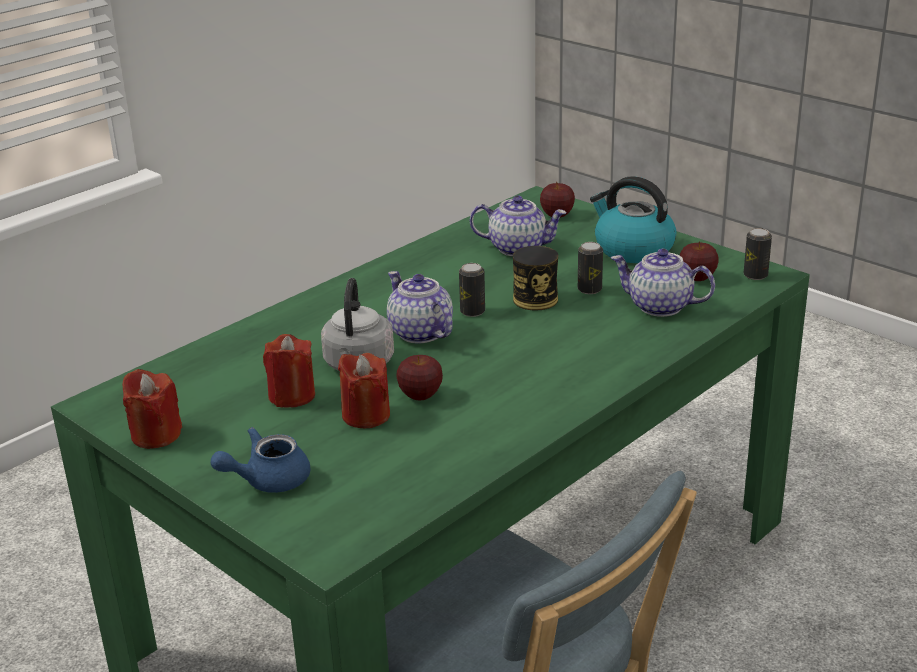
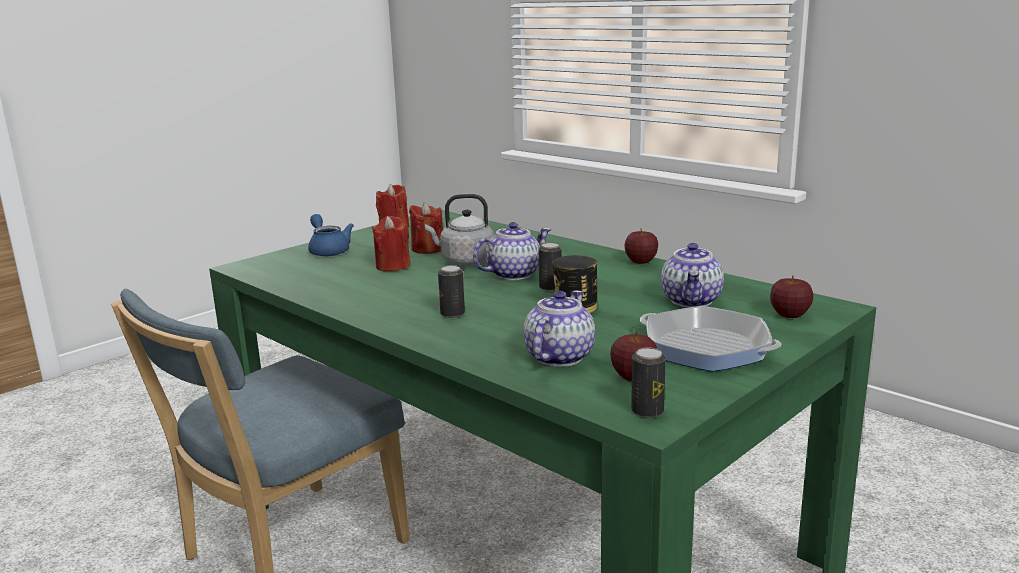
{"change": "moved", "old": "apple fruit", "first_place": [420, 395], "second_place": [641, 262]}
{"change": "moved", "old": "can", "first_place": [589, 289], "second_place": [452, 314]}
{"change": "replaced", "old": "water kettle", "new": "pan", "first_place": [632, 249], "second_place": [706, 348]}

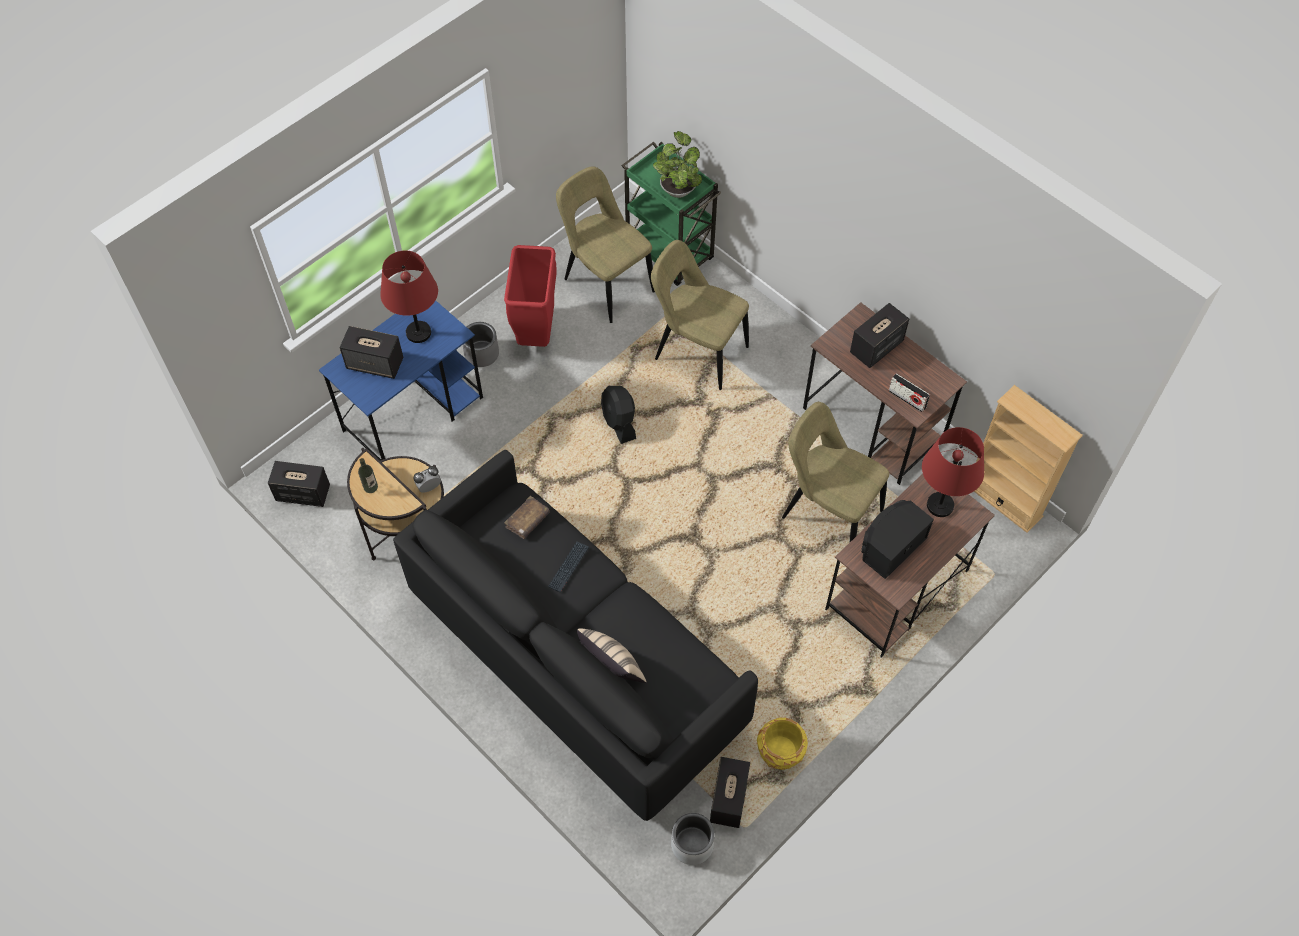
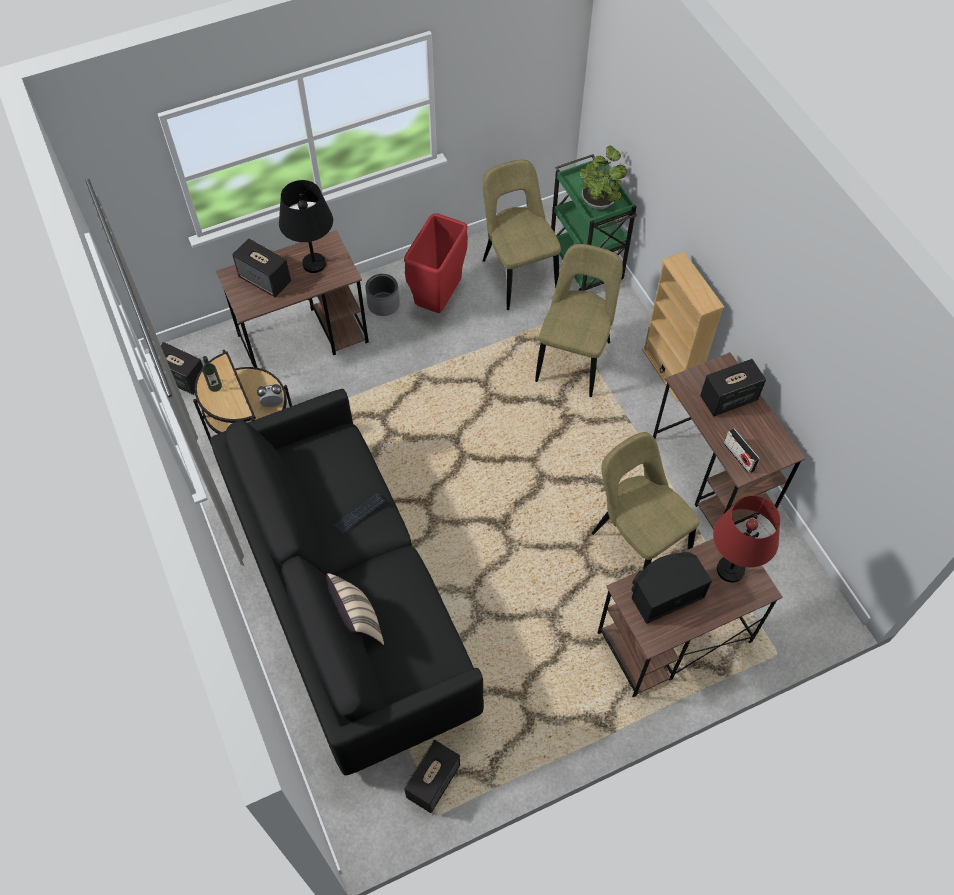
{"change": "recoloured", "old": "desk table (blue-coloured)", "new": "desk table (brown-coloured)", "first_place": [414, 413], "second_place": [304, 338]}
{"change": "recoloured", "old": "lamp for a table (red-coloured)", "new": "lamp for a table (black-coloured)", "first_place": [418, 333], "second_place": [314, 264]}
{"change": "removed", "old": "volume (brown-coloured)", "first_place": [527, 521]}
{"change": "removed", "old": "fan (black-coloured)", "first_place": [619, 422]}
{"change": "turned", "old": "plain chair (sand-coloured)", "first_place": [697, 351], "second_place": [575, 358], "degrees": 60}
{"change": "removed", "old": "flower pot (gray)", "first_place": [692, 844]}
{"change": "removed", "old": "flower pot (yellowish)", "first_place": [780, 752]}
{"change": "moved", "old": "shelving unit (sand-coloured)", "first_place": [1004, 500], "second_place": [669, 371]}

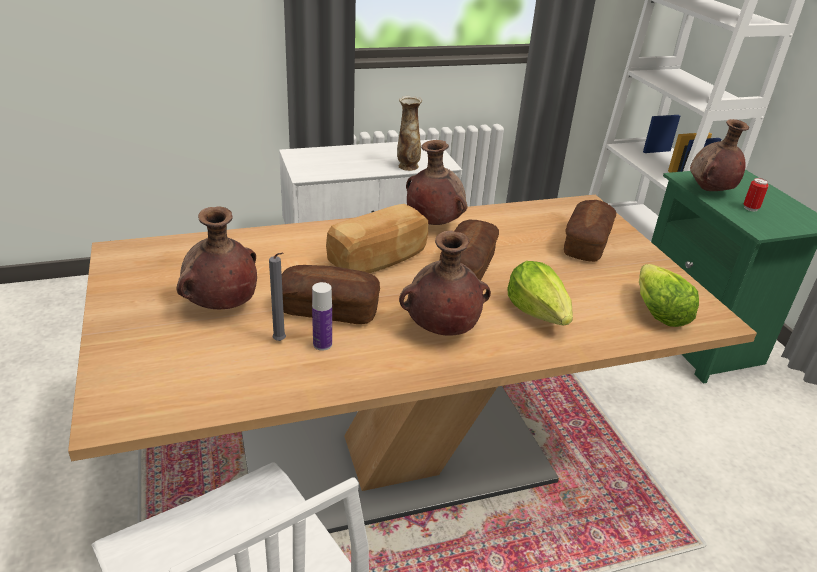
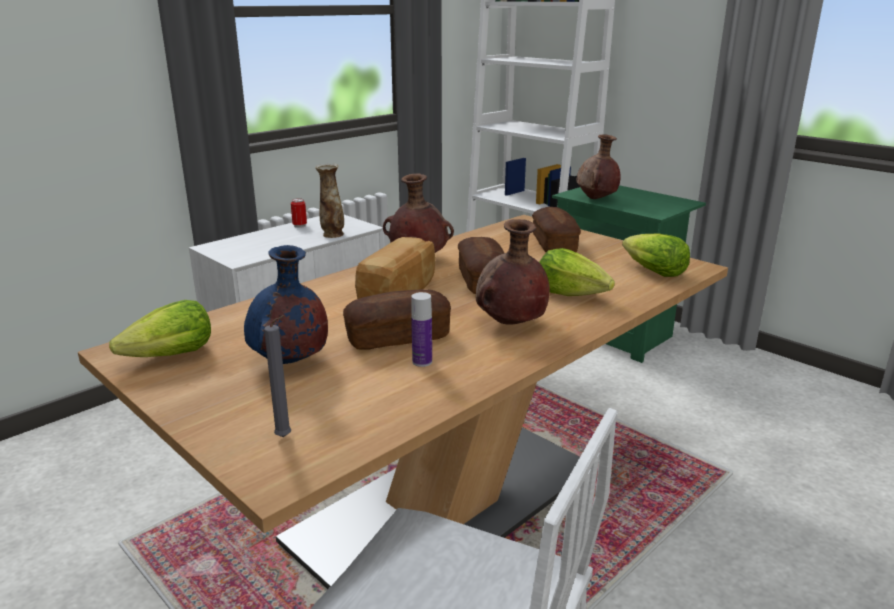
{"change": "recoloured", "old": "vase (brown-coloured)", "new": "vase (blue-coloured)", "first_place": [221, 306], "second_place": [289, 362]}
{"change": "moved", "old": "candle (gray)", "first_place": [281, 342], "second_place": [286, 437]}
{"change": "moved", "old": "can", "first_place": [750, 208], "second_place": [299, 226]}
{"change": "added", "new": "lettuce head", "second_place": [171, 356]}

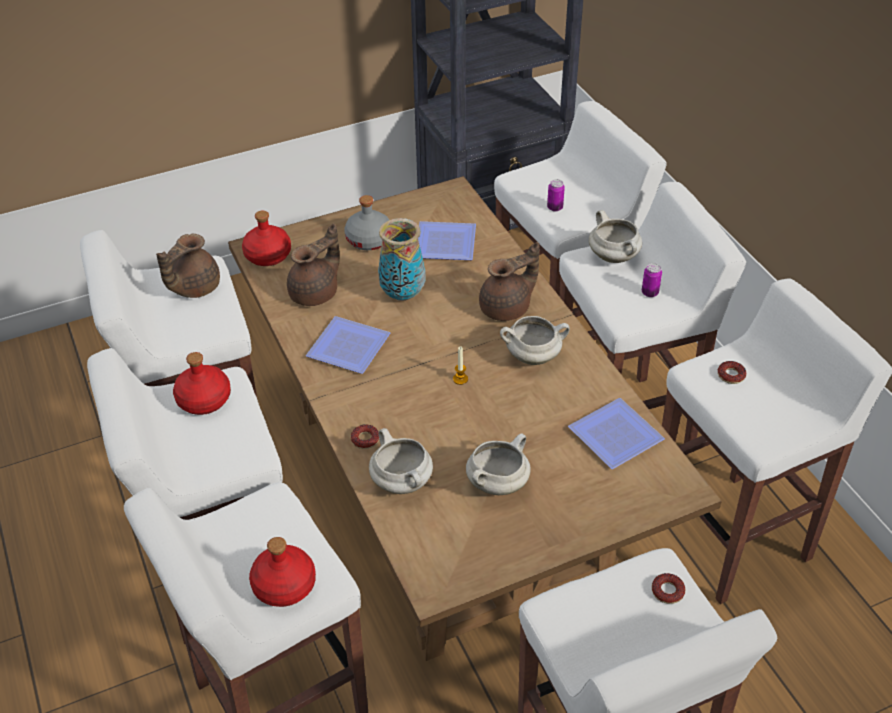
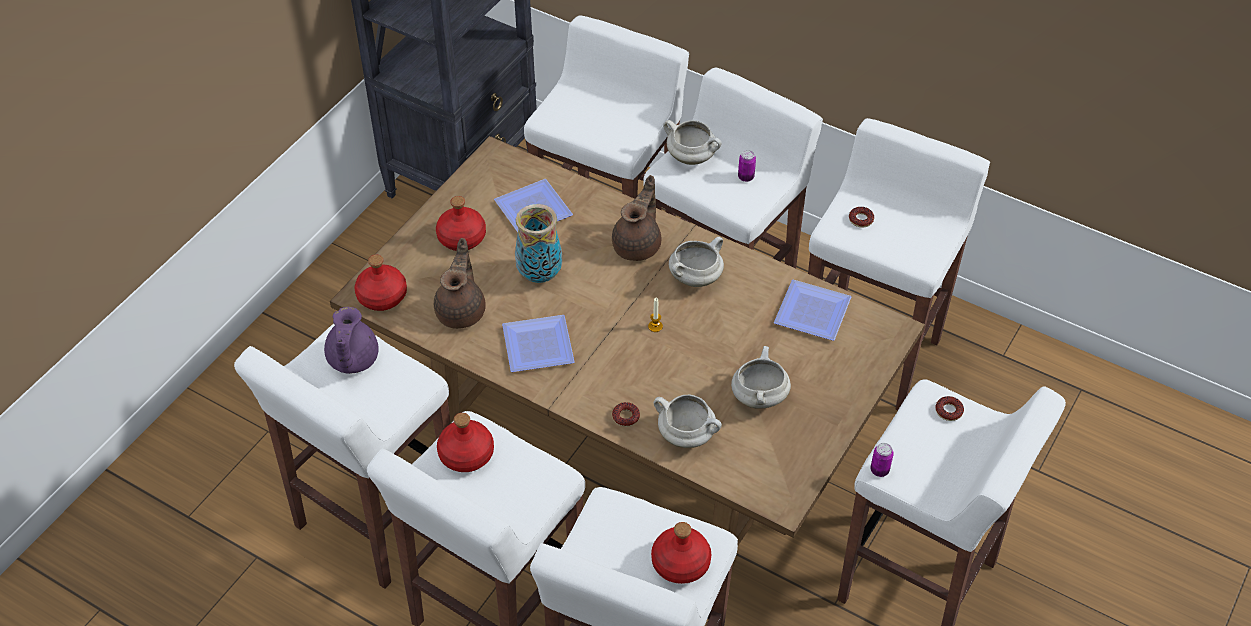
{"change": "recoloured", "old": "tea pot (brown-coloured)", "new": "tea pot (purplish)", "first_place": [193, 287], "second_place": [352, 360]}
{"change": "recoloured", "old": "bottle (gray)", "new": "bottle (red-coloured)", "first_place": [369, 239], "second_place": [462, 237]}
{"change": "moved", "old": "can", "first_place": [555, 208], "second_place": [879, 470]}

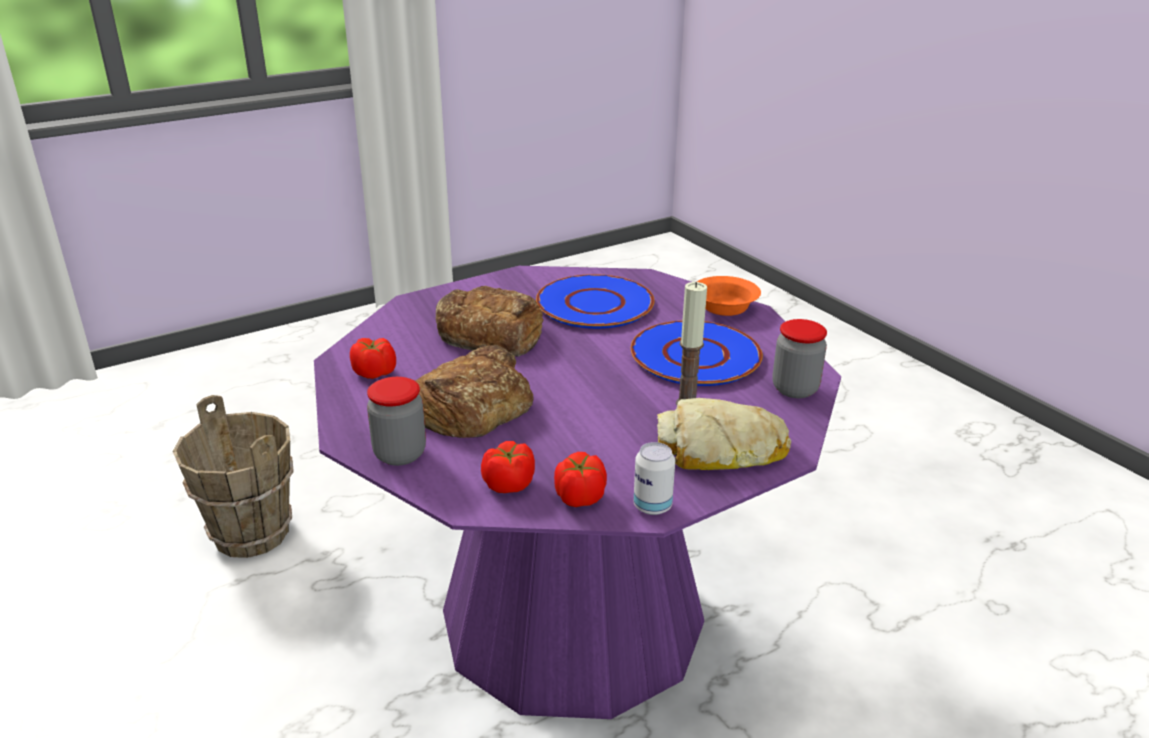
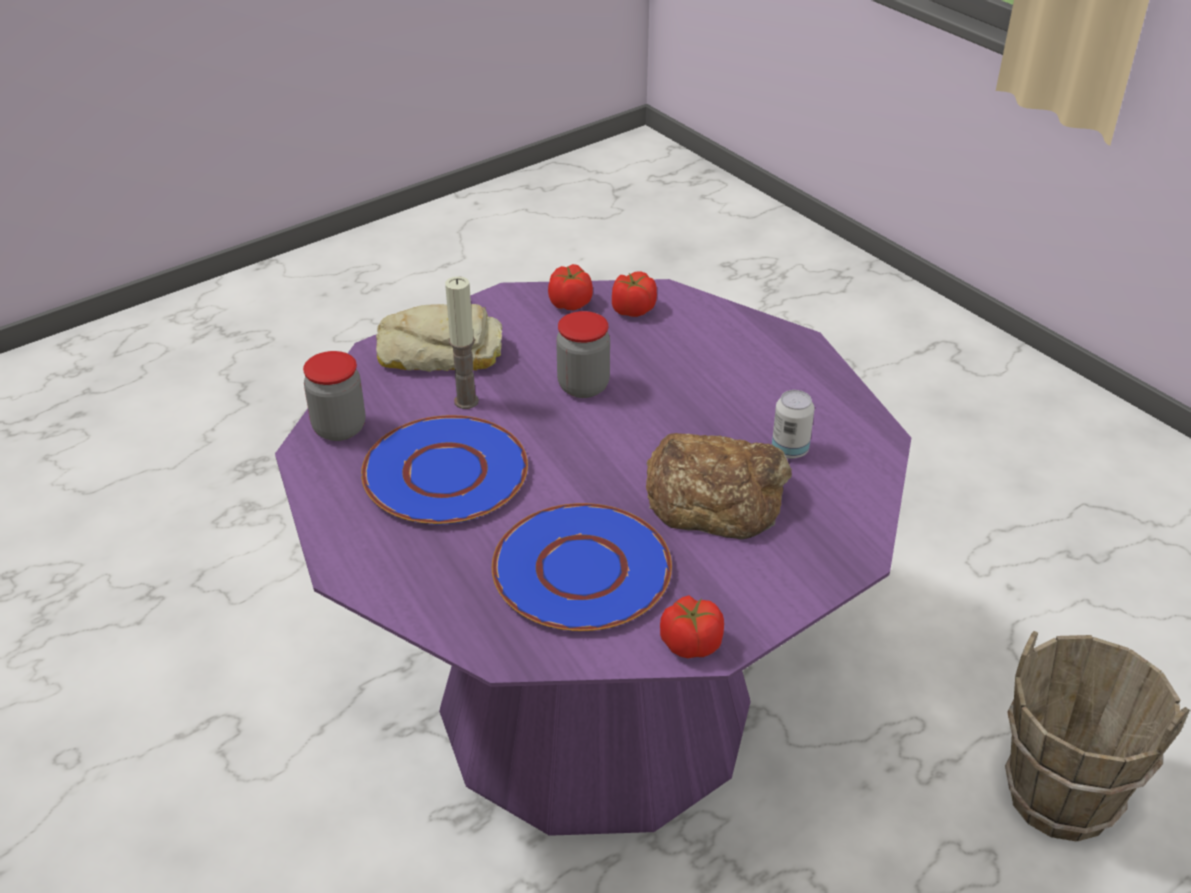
{"change": "moved", "old": "whole tomato", "first_place": [375, 373], "second_place": [690, 644]}
{"change": "moved", "old": "preserve jar", "first_place": [400, 454], "second_place": [583, 386]}
{"change": "removed", "old": "baked bread", "first_place": [471, 405]}
{"change": "moved", "old": "can", "first_place": [652, 506], "second_place": [790, 450]}
{"change": "removed", "old": "bowl (orange)", "first_place": [725, 308]}

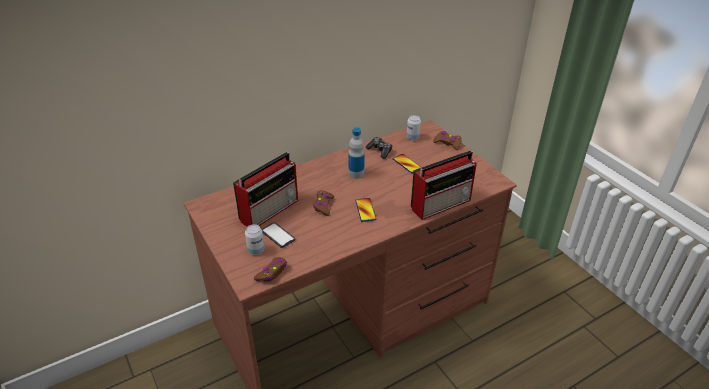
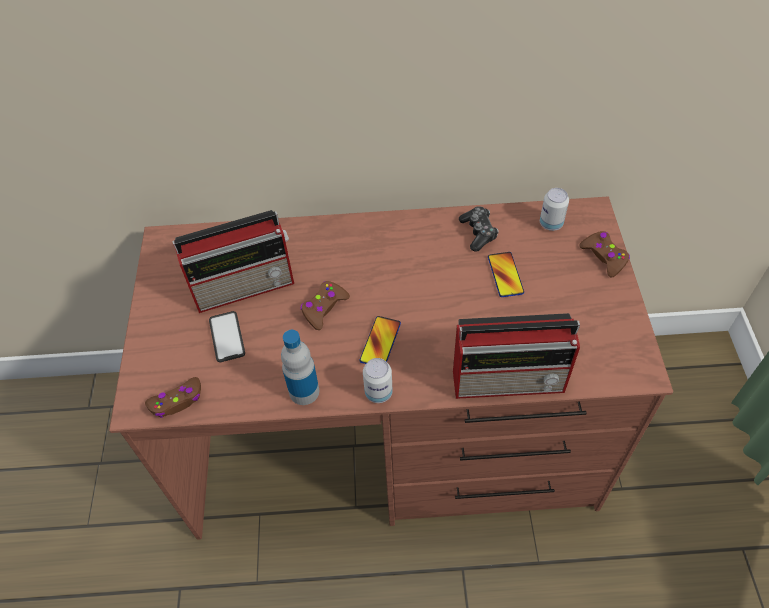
{"change": "moved", "old": "can", "first_place": [256, 250], "second_place": [378, 392]}
{"change": "moved", "old": "bottle", "first_place": [356, 173], "second_place": [304, 391]}

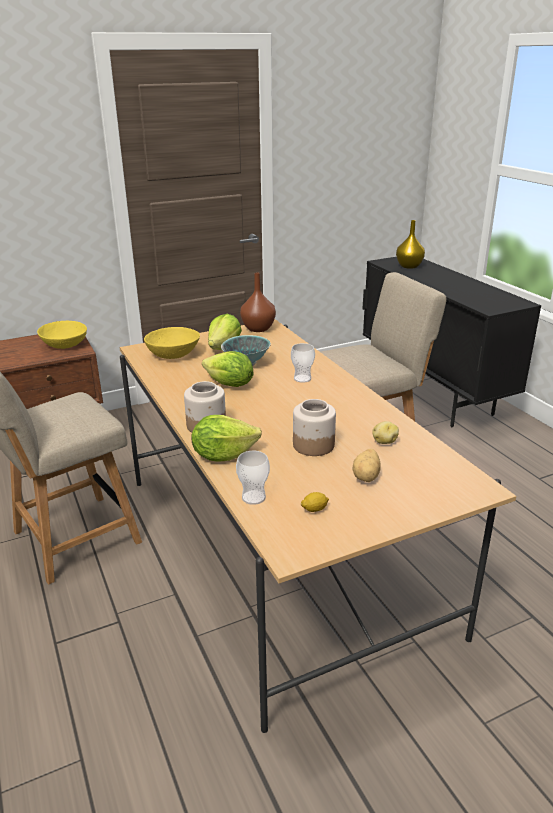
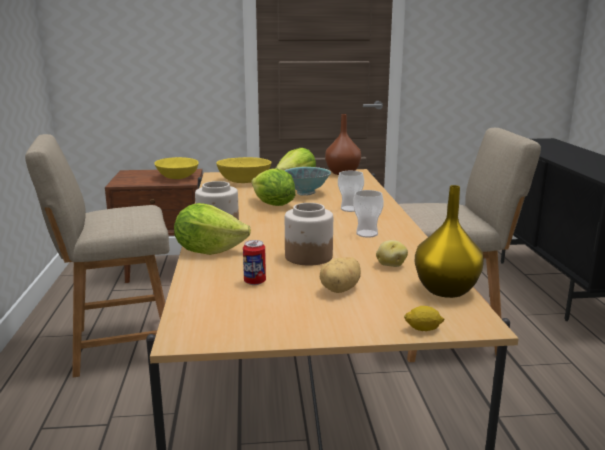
{"change": "moved", "old": "small cup", "first_place": [253, 497], "second_place": [367, 234]}
{"change": "moved", "old": "whole lemon", "first_place": [315, 509], "second_place": [423, 329]}
{"change": "moved", "old": "vase (yellowish)", "first_place": [409, 266], "second_place": [446, 289]}
{"change": "added", "new": "can", "second_place": [255, 282]}

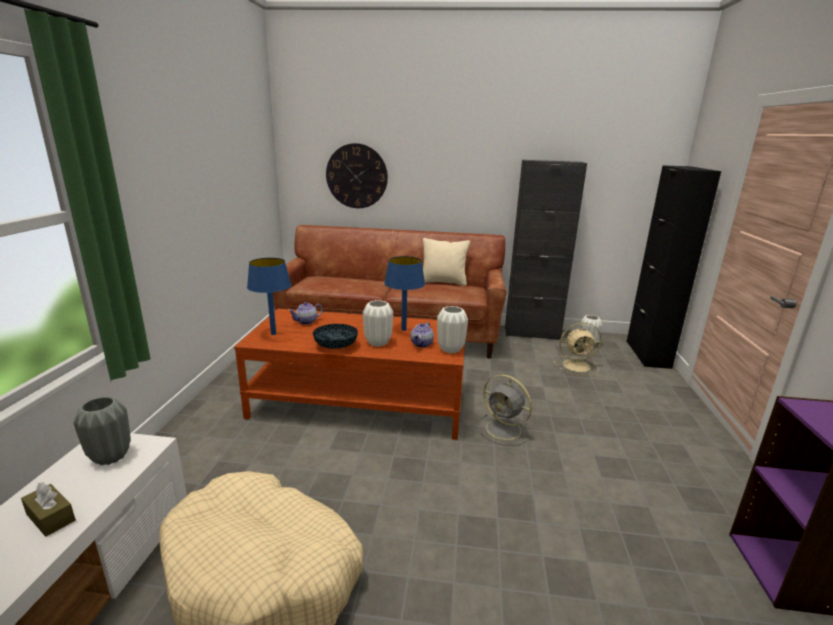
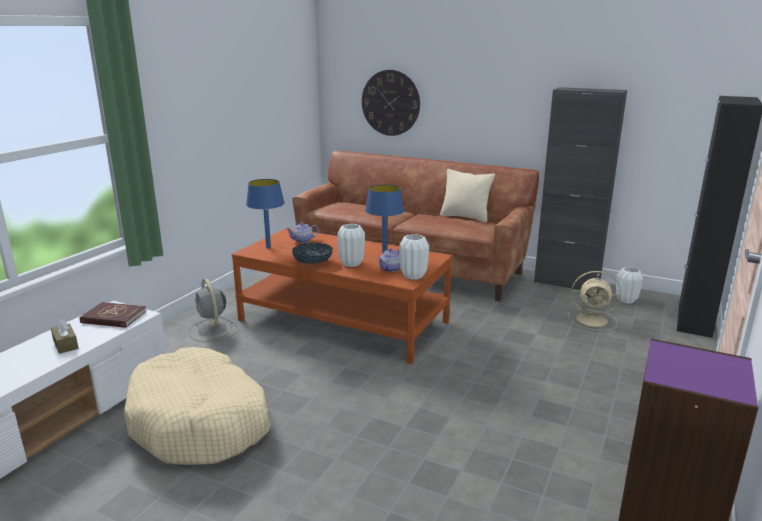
{"change": "replaced", "old": "vase (gray)", "new": "volume (red-coloured)", "first_place": [110, 456], "second_place": [113, 317]}
{"change": "moved", "old": "fan (gray)", "first_place": [505, 430], "second_place": [213, 331]}

